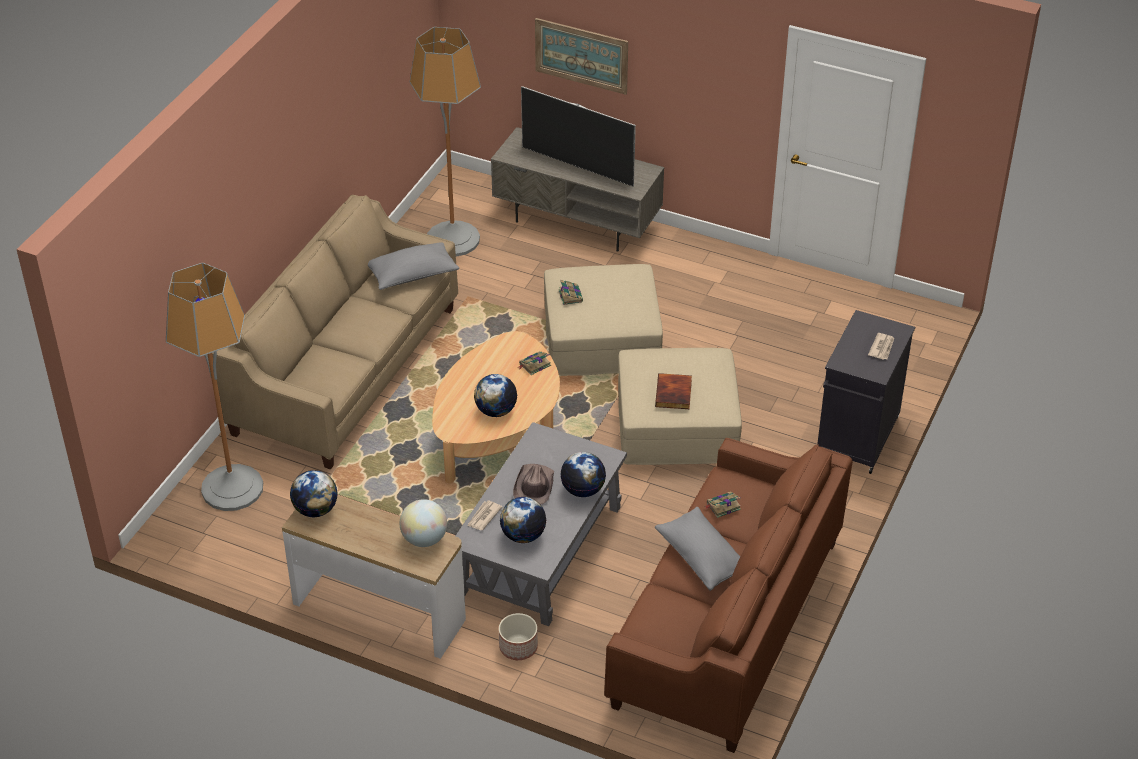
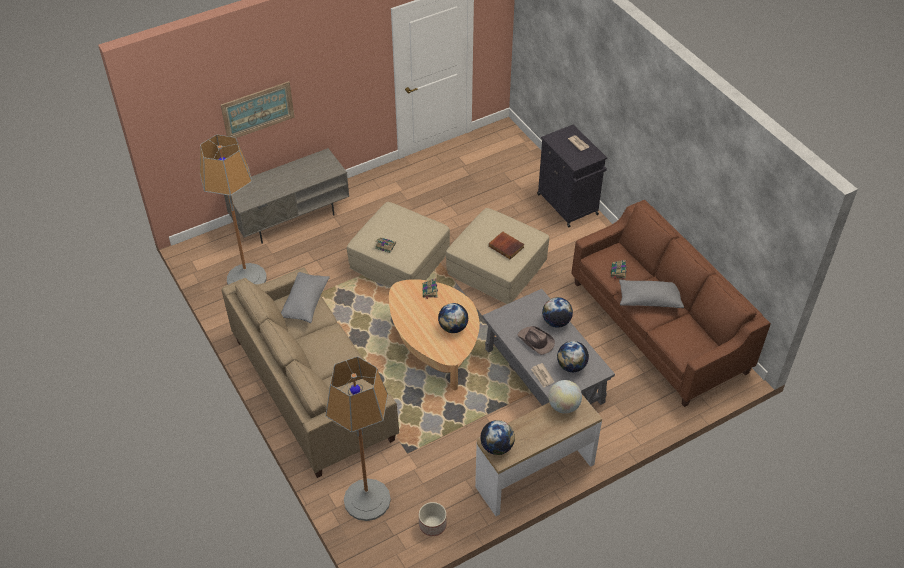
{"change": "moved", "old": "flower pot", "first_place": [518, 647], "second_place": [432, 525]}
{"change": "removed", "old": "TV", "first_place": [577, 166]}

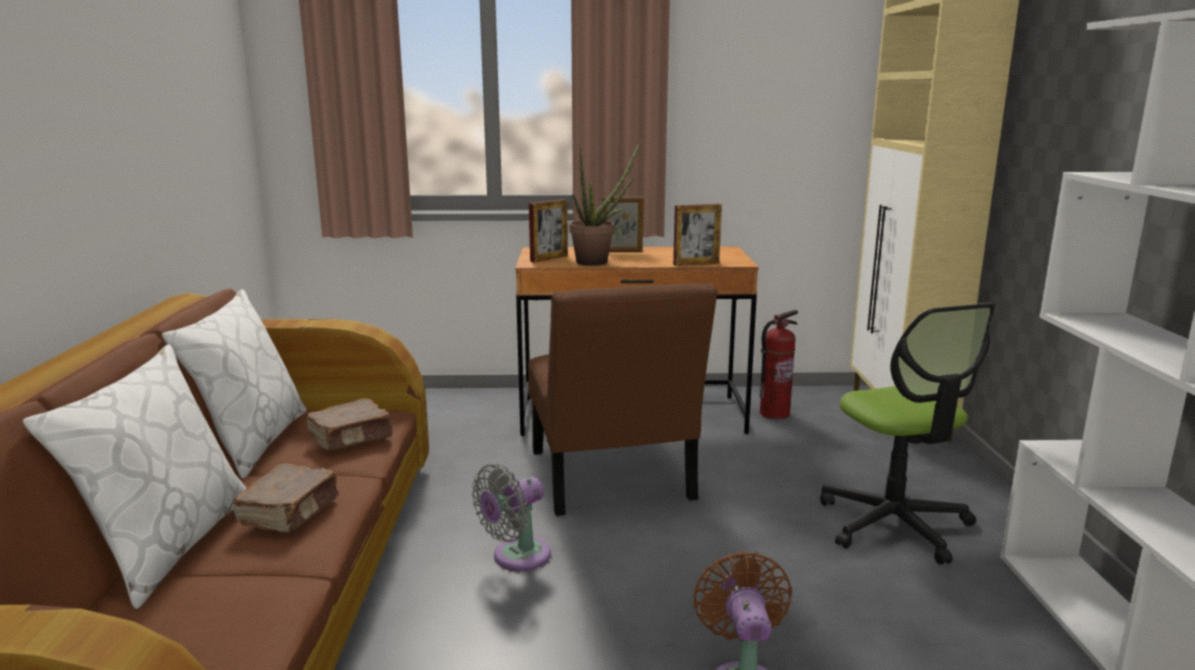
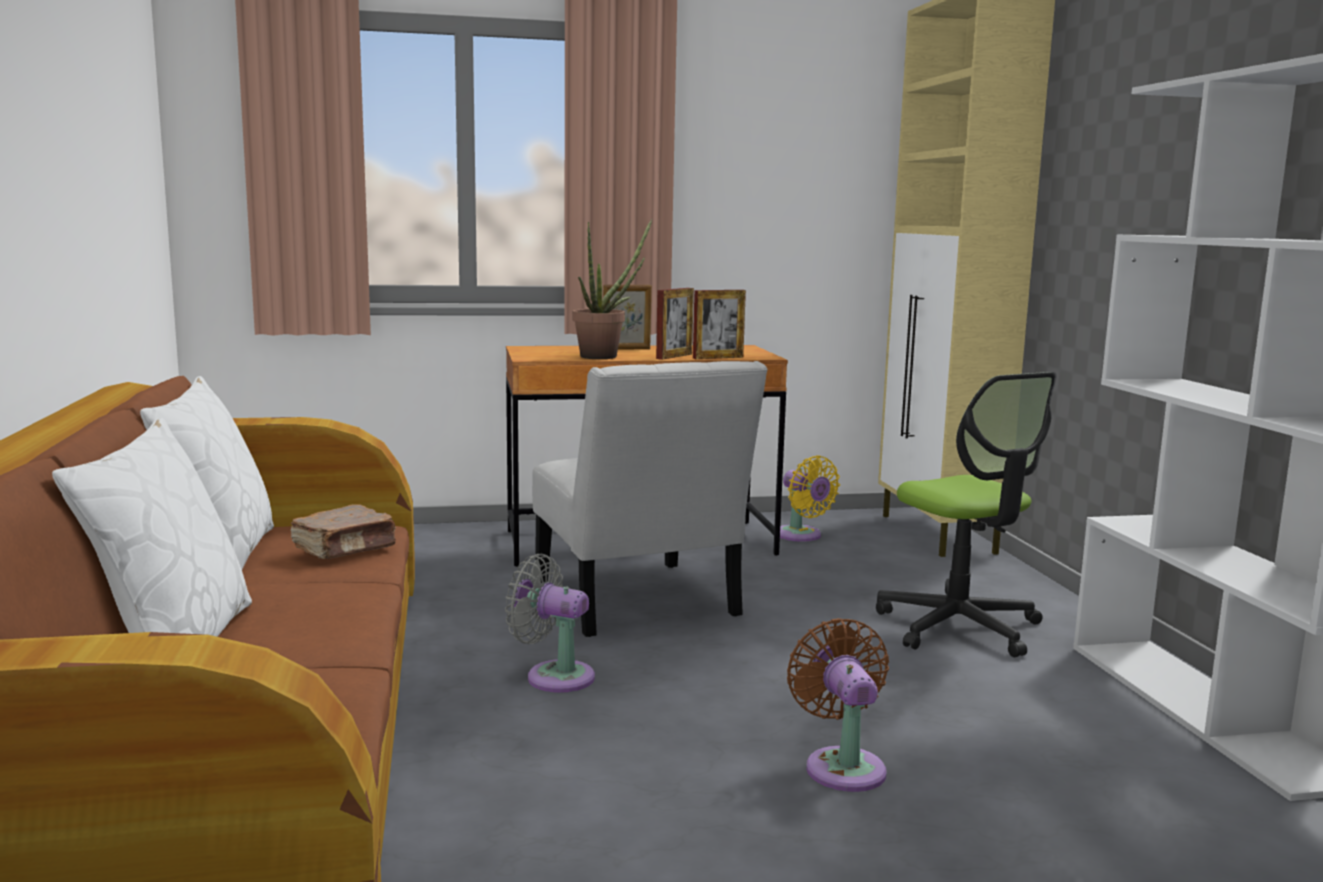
{"change": "removed", "old": "volume (brown-coloured)", "first_place": [290, 512]}
{"change": "turned", "old": "fan (gray)", "first_place": [516, 557], "second_place": [554, 676], "degrees": 75}
{"change": "recoloured", "old": "plain chair (brown-coloured)", "new": "plain chair (white)", "first_place": [612, 480], "second_place": [638, 603]}
{"change": "moved", "old": "picture frame", "first_place": [549, 258], "second_place": [674, 356]}
{"change": "replaced", "old": "fire extinguisher", "new": "fan (yellowish)", "first_place": [774, 413], "second_place": [801, 536]}

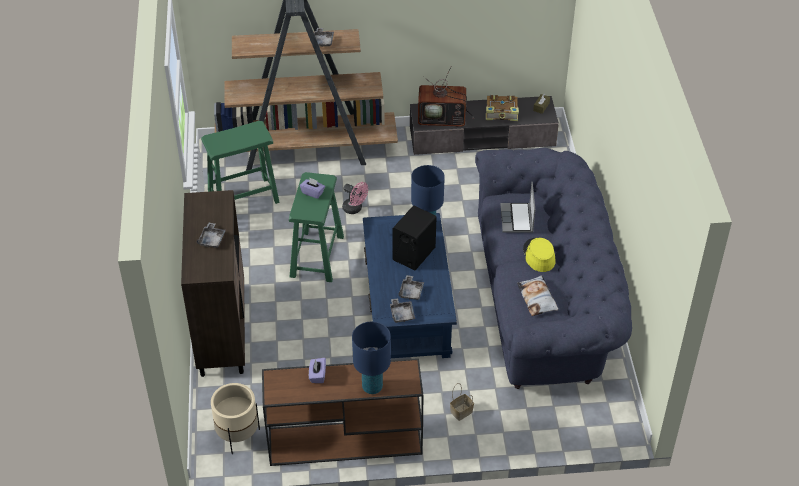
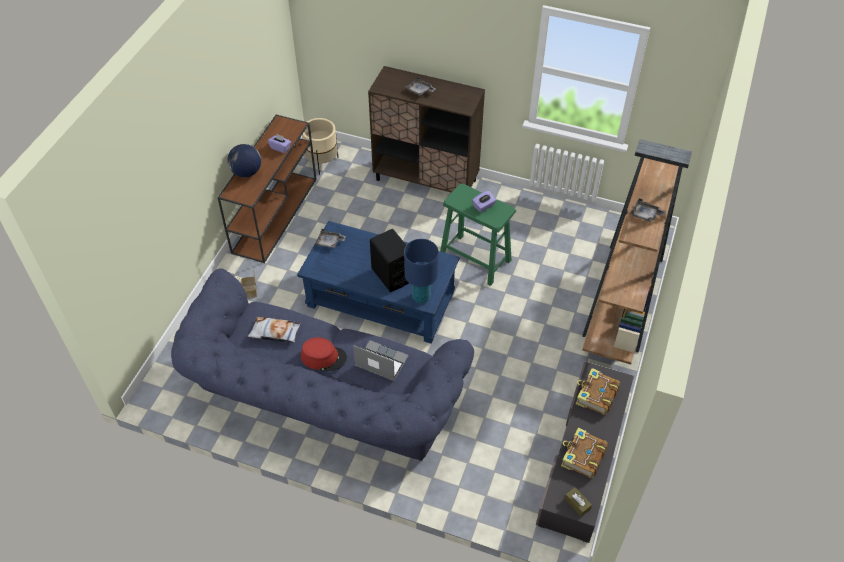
{"change": "removed", "old": "stool (green-coloured)", "first_place": [243, 198]}
{"change": "removed", "old": "fan (pink)", "first_place": [355, 209]}
{"change": "replaced", "old": "lamp for a table (blue-coloured)", "new": "world globe", "first_place": [372, 387], "second_place": [246, 172]}
{"change": "removed", "old": "serving tray (gray)", "first_place": [411, 291]}
{"change": "replaced", "old": "TV", "new": "volume", "first_place": [443, 118], "second_place": [596, 396]}
{"change": "recoloured", "old": "wearable hat (yellowish)", "new": "wearable hat (red-coloured)", "first_place": [538, 255], "second_place": [324, 357]}

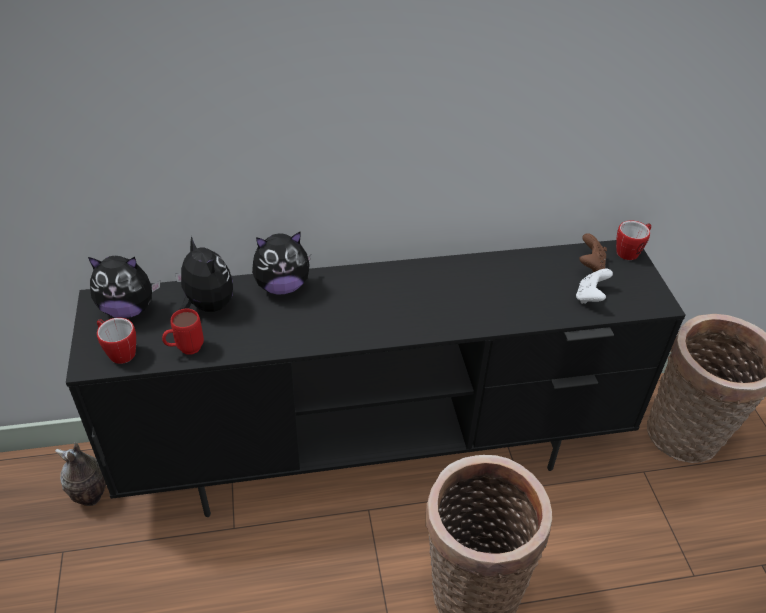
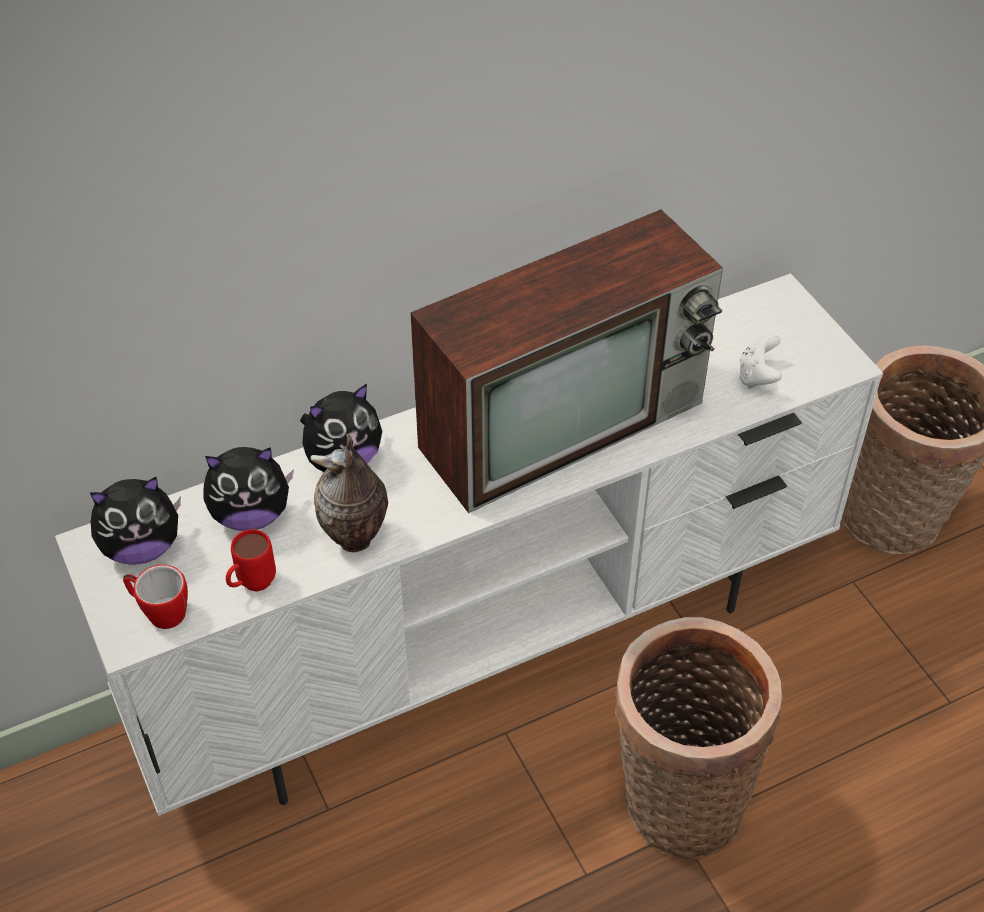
{"change": "moved", "old": "vase", "first_place": [91, 498], "second_place": [355, 539]}
{"change": "recoloured", "old": "media console (black-coloured)", "new": "media console (white)", "first_place": [379, 454], "second_place": [492, 652]}
{"change": "turned", "old": "soft toy", "first_place": [207, 306], "second_place": [251, 514], "degrees": 135}
{"change": "removed", "old": "gamepad (brown-coloured)", "first_place": [590, 265]}
{"change": "removed", "old": "mug", "first_place": [630, 251]}
{"change": "added", "new": "TV", "second_place": [565, 421]}

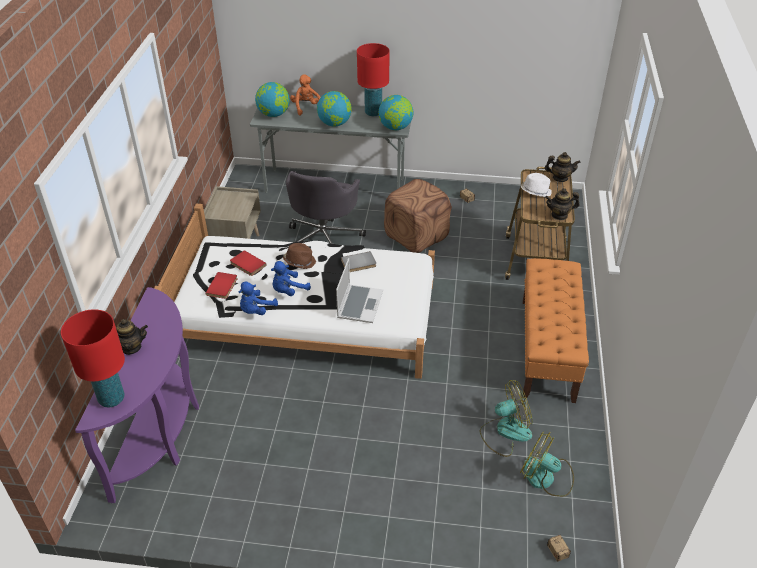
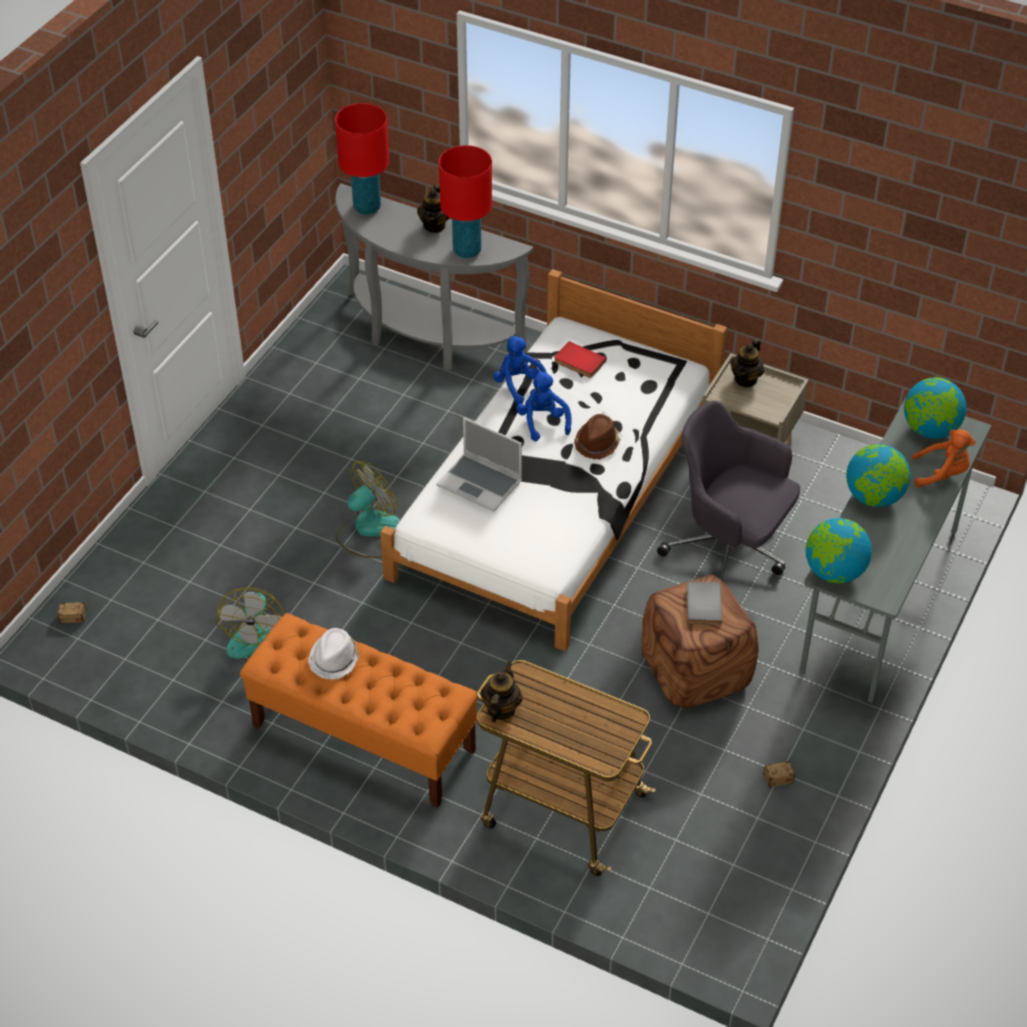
{"change": "recoloured", "old": "hall table (purplish)", "new": "hall table (gray)", "first_place": [162, 432], "second_place": [425, 337]}
{"change": "removed", "old": "volume (red-coloured)", "first_place": [247, 265]}
{"change": "moved", "old": "volume (gray)", "first_place": [359, 264], "second_place": [702, 604]}
{"change": "moved", "old": "lamp for a table (red-coloured)", "first_place": [373, 112], "second_place": [467, 250]}
{"change": "moved", "old": "fan", "first_place": [546, 477], "second_place": [368, 530]}
{"change": "moved", "old": "wearable hat (white)", "first_place": [535, 191], "second_place": [334, 659]}
{"change": "moved", "old": "tea pot", "first_place": [560, 178], "second_place": [746, 379]}

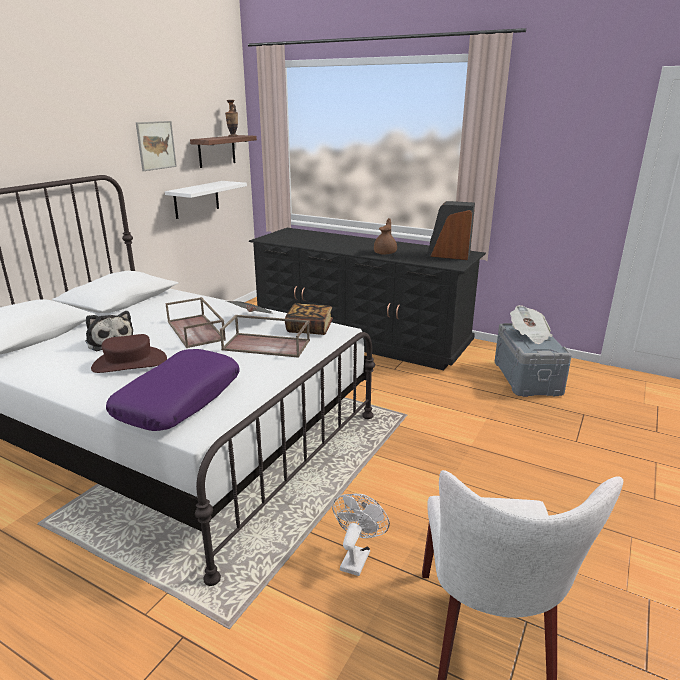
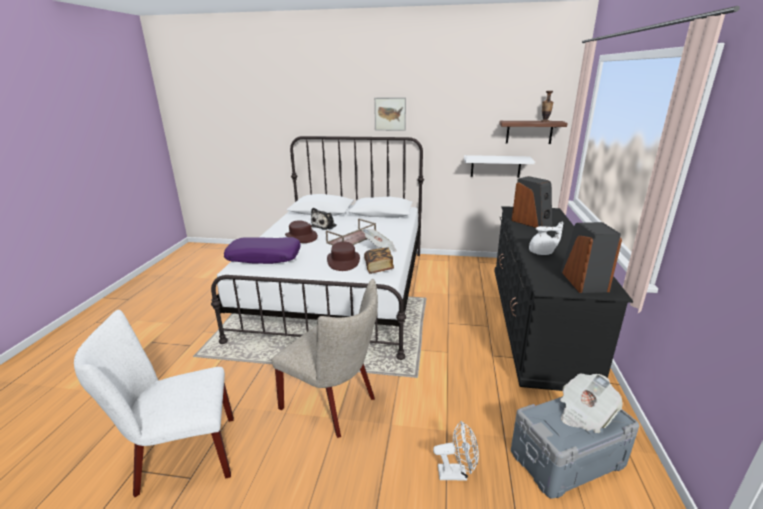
{"change": "moved", "old": "picture", "first_place": [156, 145], "second_place": [390, 114]}
{"change": "replaced", "old": "serving tray (brown-coloured)", "new": "wearable hat (brown-coloured)", "first_place": [267, 345], "second_place": [343, 261]}
{"change": "moved", "old": "fan (white)", "first_place": [356, 556], "second_place": [457, 473]}
{"change": "recoloured", "old": "tea pot (brown-coloured)", "new": "tea pot (white)", "first_place": [385, 253], "second_place": [542, 252]}
{"change": "added", "new": "plain chair (sand-coloured)", "second_place": [333, 404]}
{"change": "added", "new": "audio speaker", "second_place": [531, 222]}

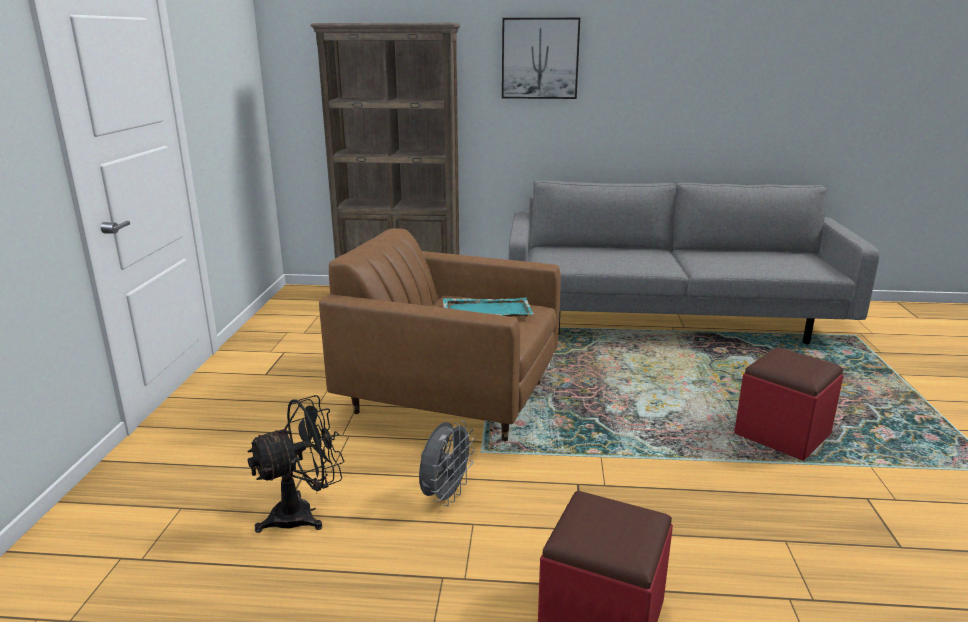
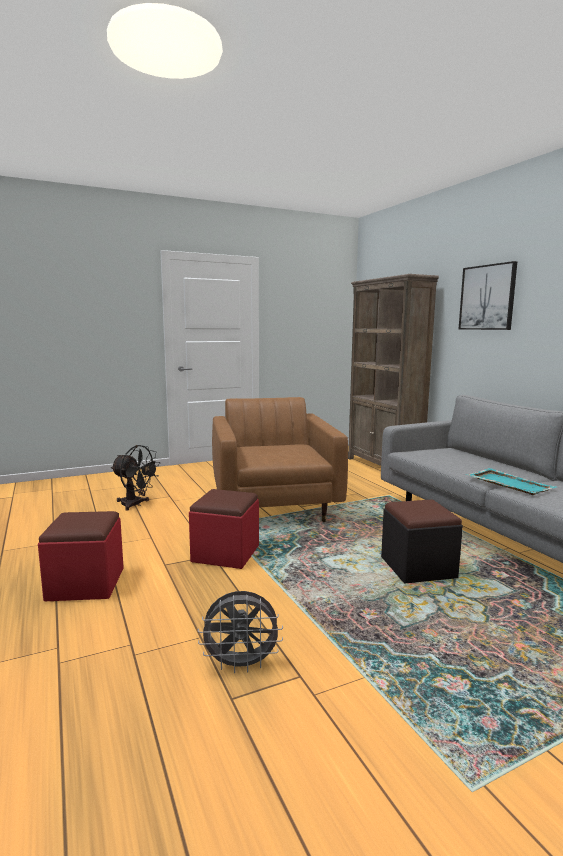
{"change": "moved", "old": "fan (gray)", "first_place": [445, 495], "second_place": [241, 665]}
{"change": "moved", "old": "serving tray (turquoise-coloured)", "first_place": [486, 311], "second_place": [508, 483]}
{"change": "moved", "old": "footrest (red-coloured)", "first_place": [782, 434], "second_place": [225, 553]}
{"change": "added", "new": "footrest (black-coloured)", "second_place": [418, 567]}

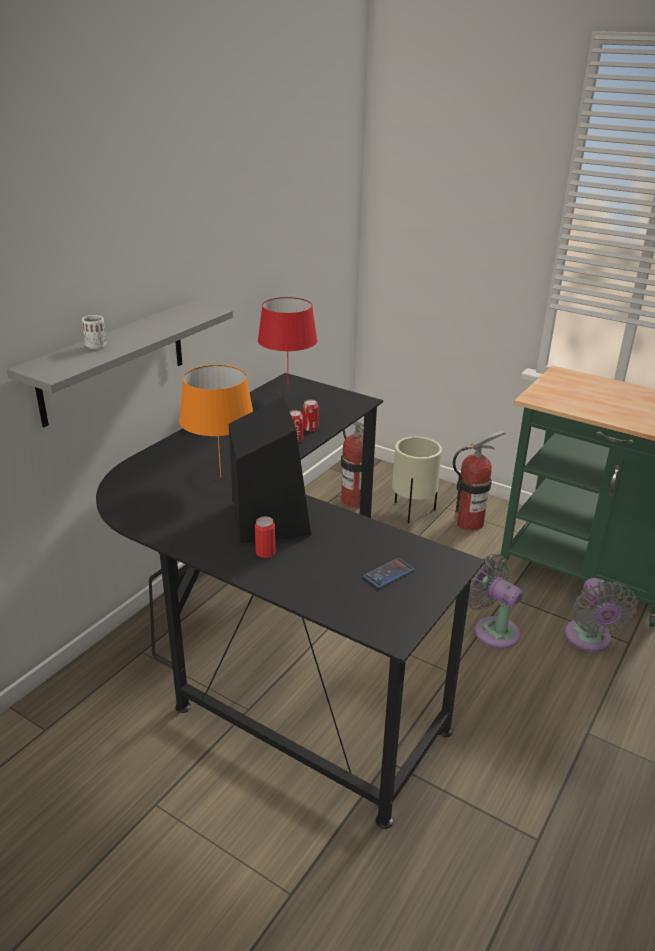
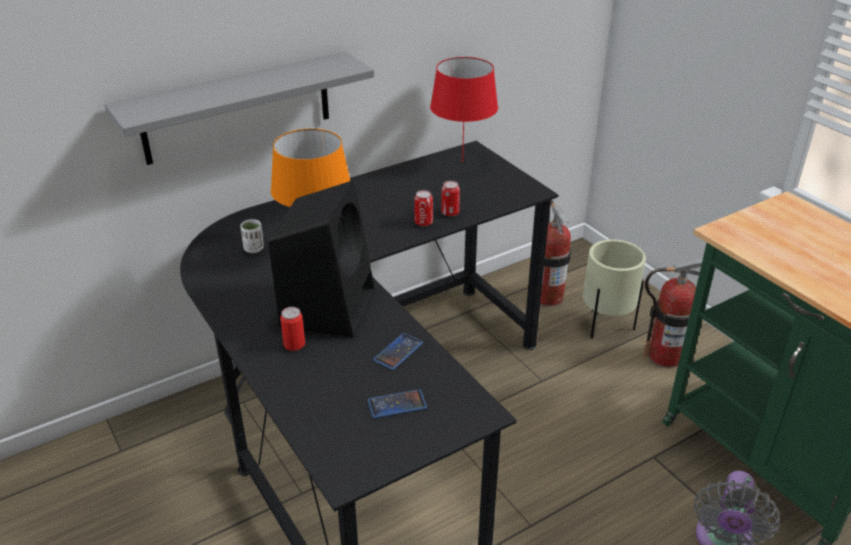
{"change": "moved", "old": "small cup (white)", "first_place": [96, 346], "second_place": [254, 249]}
{"change": "removed", "old": "fan (gray)", "first_place": [492, 630]}
{"change": "added", "new": "handset", "second_place": [398, 352]}

